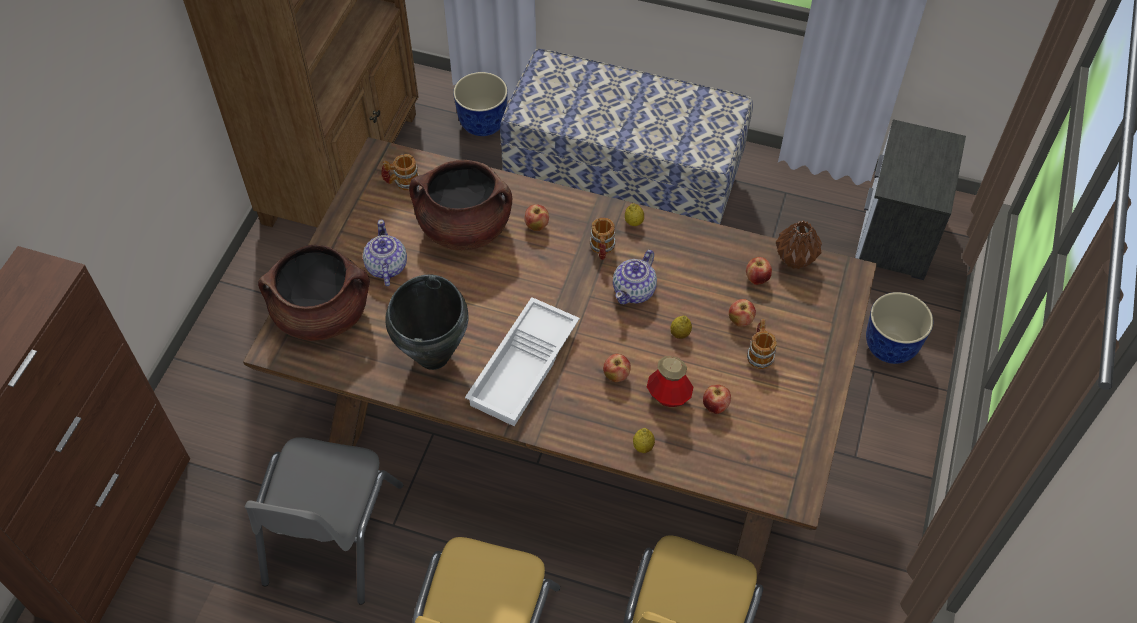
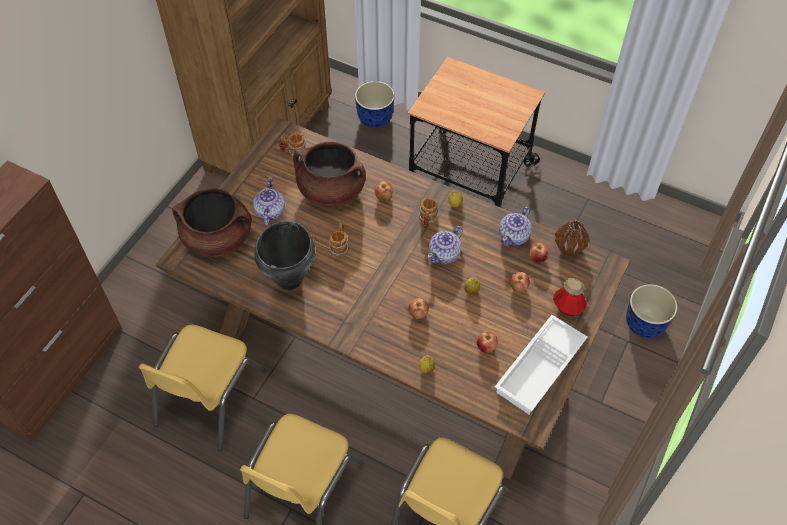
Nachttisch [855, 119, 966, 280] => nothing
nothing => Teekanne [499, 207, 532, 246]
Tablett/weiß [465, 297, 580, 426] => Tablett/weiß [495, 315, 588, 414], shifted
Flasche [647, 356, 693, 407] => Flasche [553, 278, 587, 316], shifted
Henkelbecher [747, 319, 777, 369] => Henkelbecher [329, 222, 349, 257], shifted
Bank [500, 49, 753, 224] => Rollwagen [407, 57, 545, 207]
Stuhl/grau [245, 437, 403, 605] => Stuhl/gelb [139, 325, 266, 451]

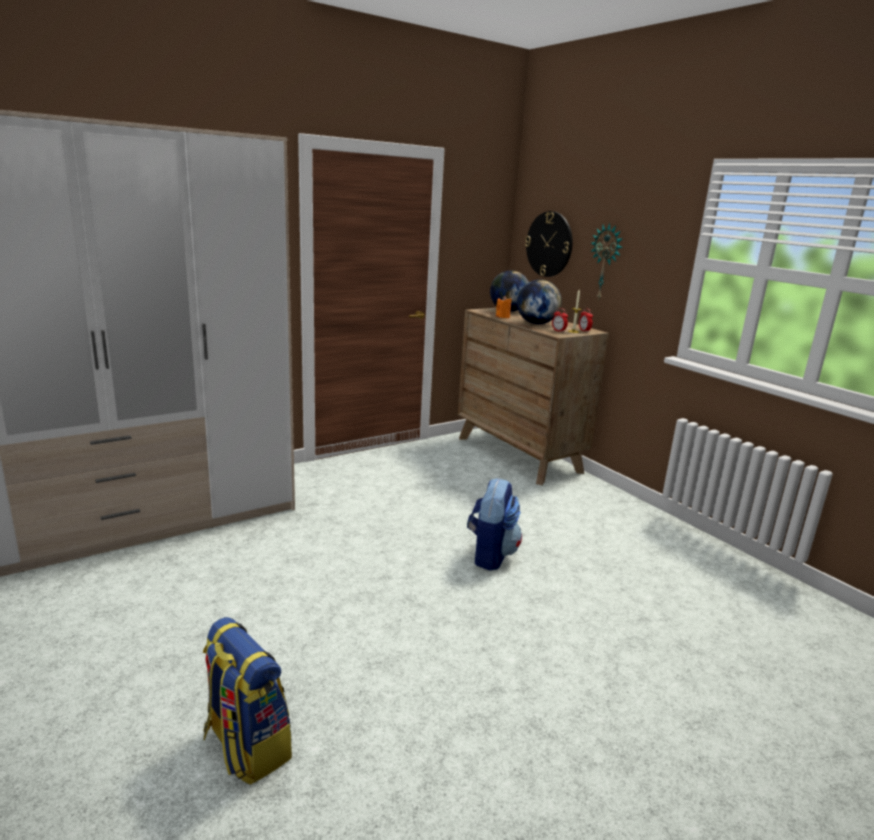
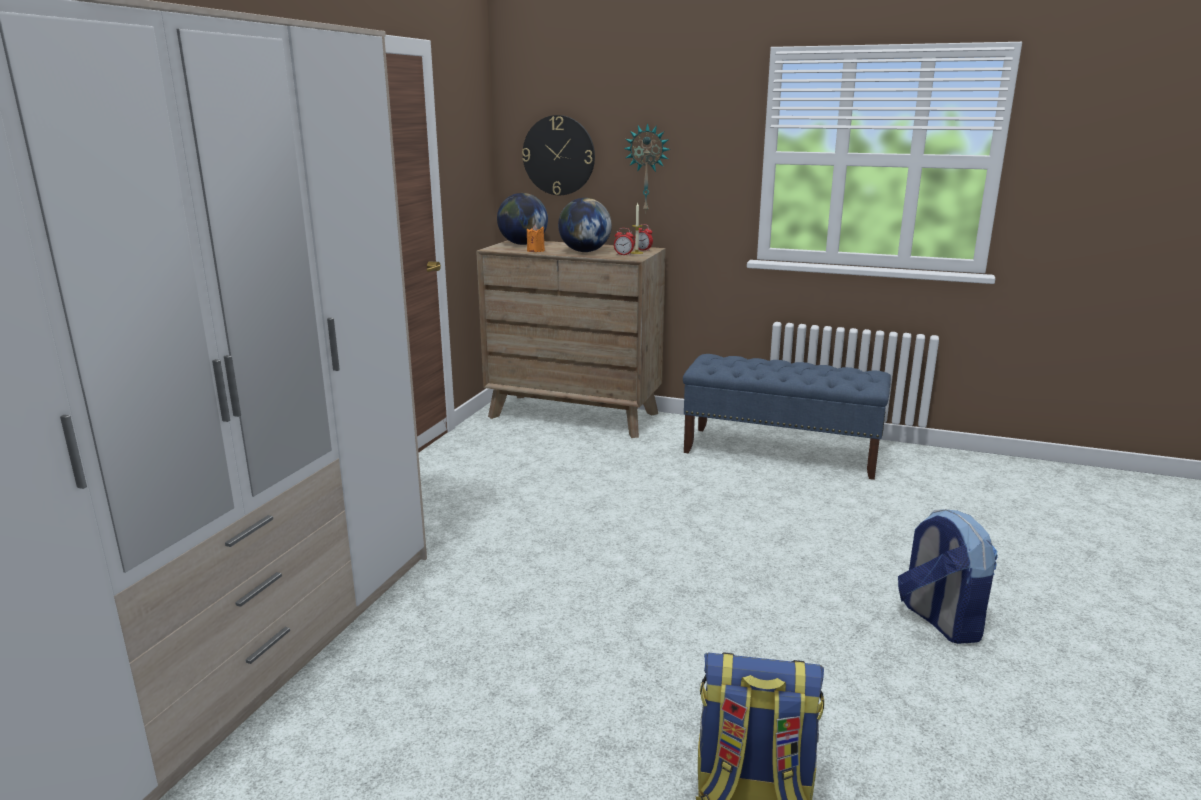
nothing => Bank/blau [683, 354, 891, 480]
Rucksack [467, 478, 522, 571] => Rucksack [898, 509, 998, 644], shifted

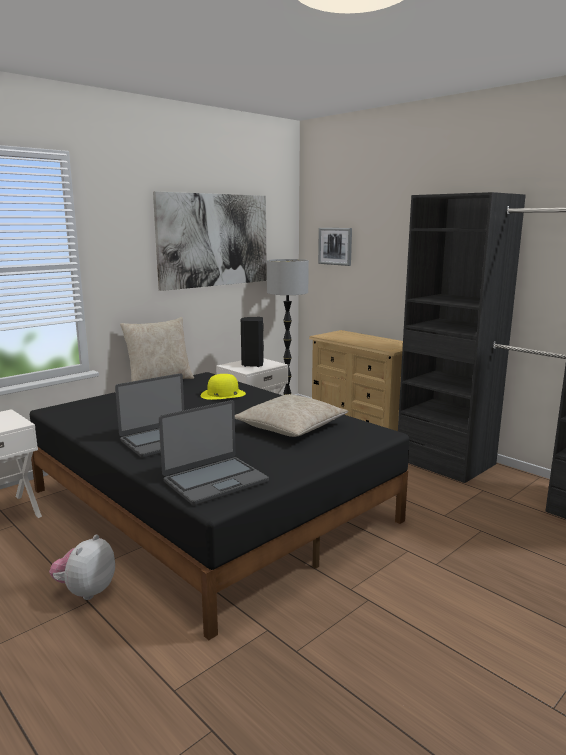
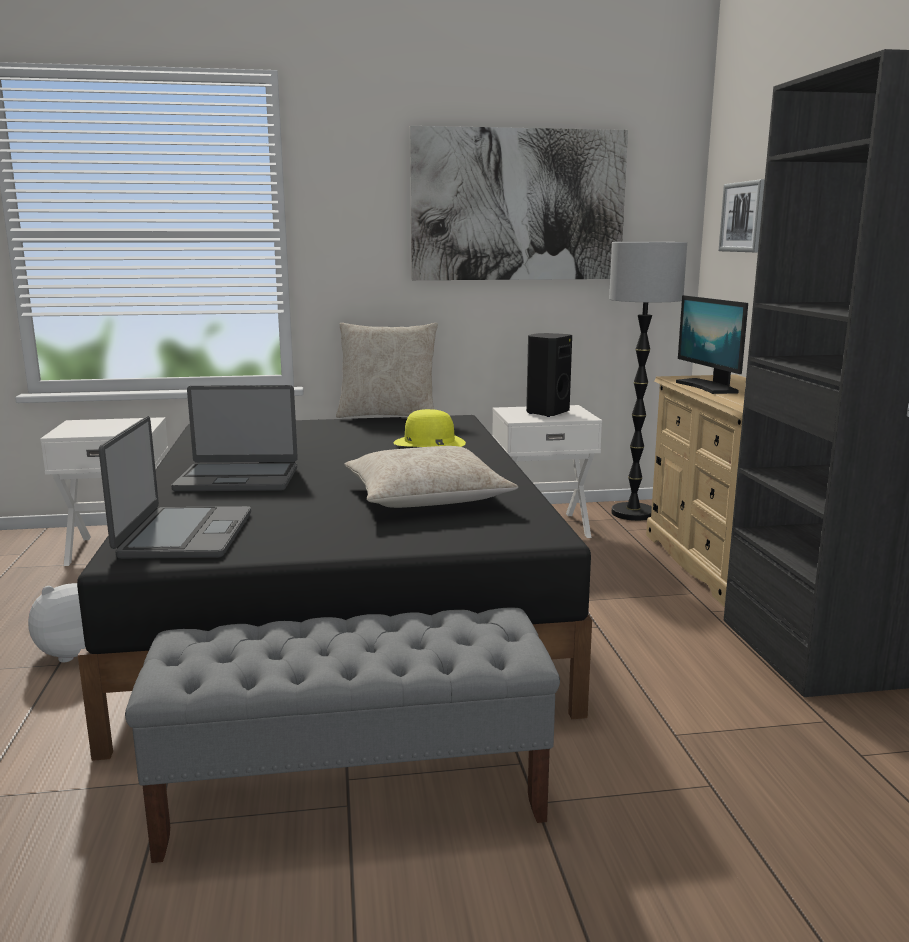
nothing => Bank/grau [125, 608, 560, 863]
nothing => Monitor [676, 295, 748, 394]
Laptop [159, 400, 269, 506] => Laptop [99, 416, 251, 559], 90 degrees counterclockwise

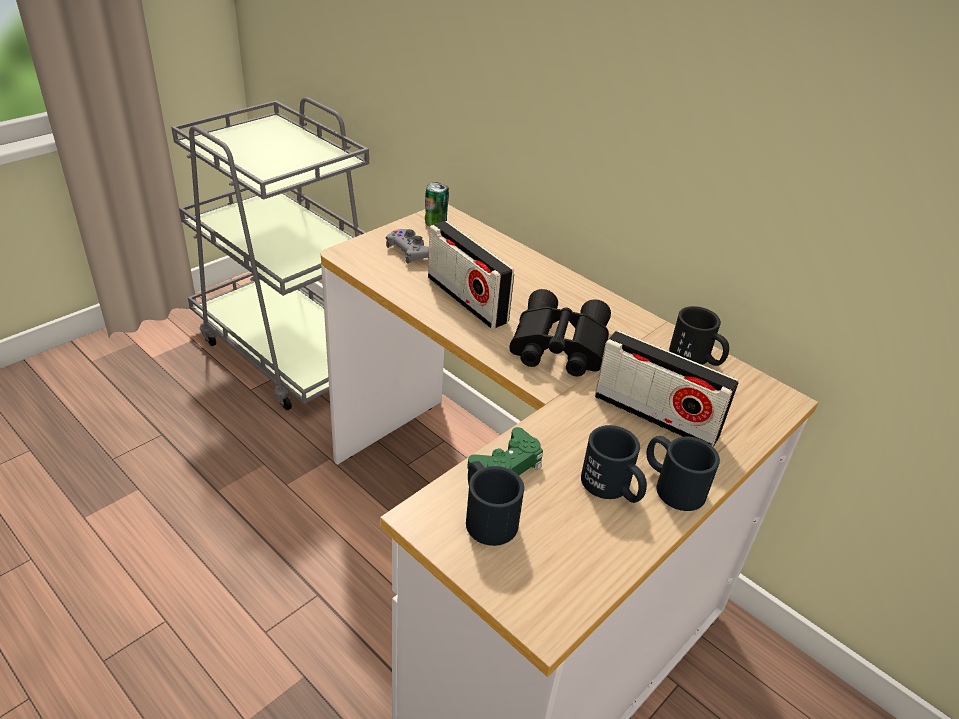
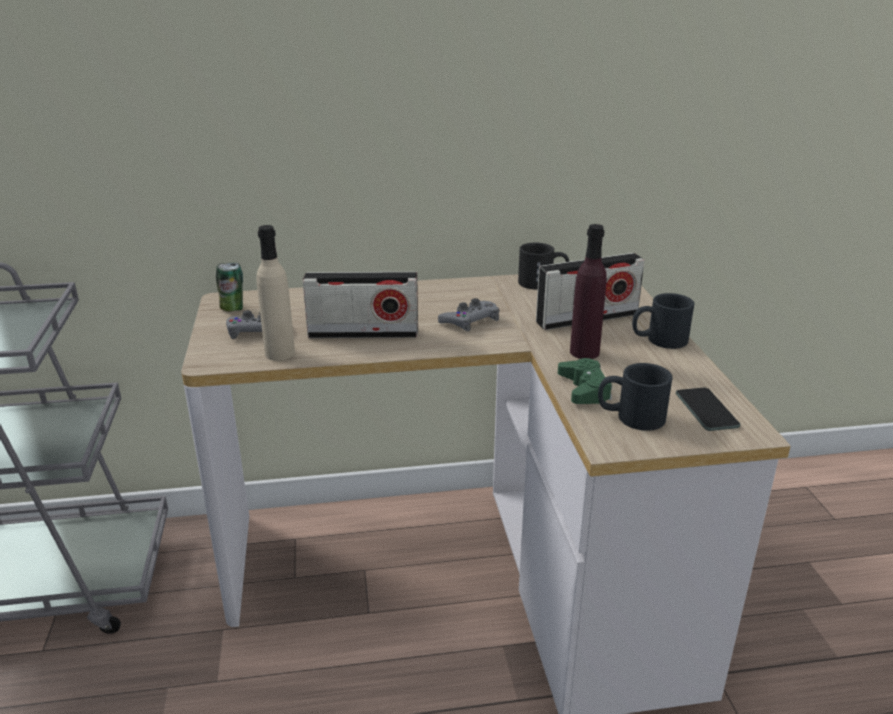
Henkelbecher/schwarz [581, 425, 647, 503] => nothing
nothing => Flasche/beige [257, 225, 295, 361]
nothing => Flasche/lila [570, 224, 607, 359]
nothing => Handy [676, 388, 740, 431]
Fernglas/schwarz [509, 289, 611, 376] => Gamepad/grau [438, 298, 500, 332]

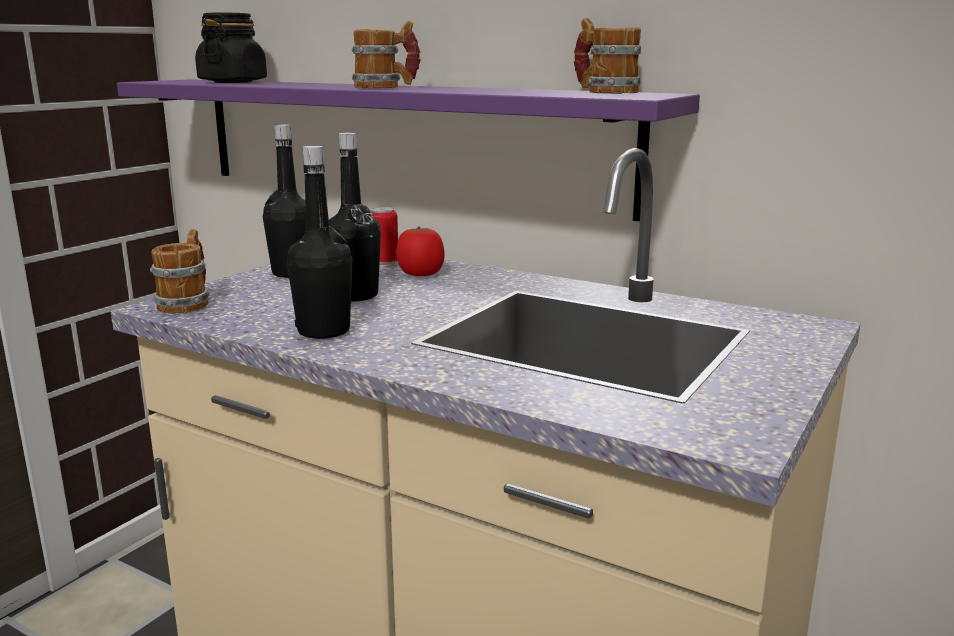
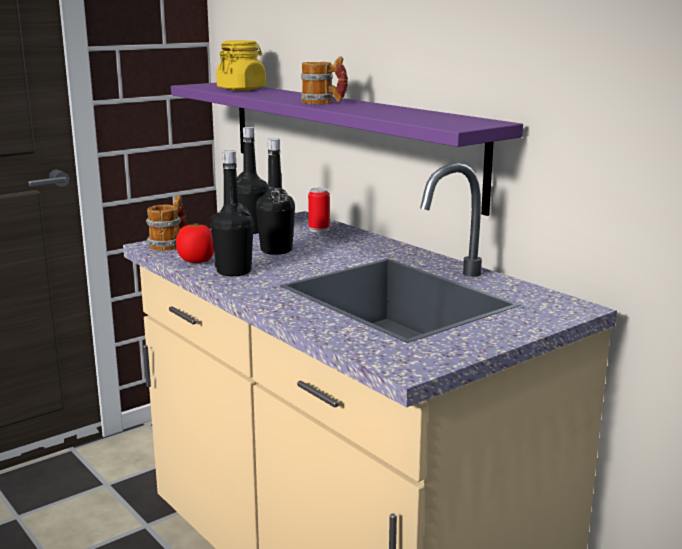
Henkelbecher [574, 18, 641, 94] => nothing
Tomate [396, 227, 445, 276] => Tomate [176, 223, 214, 263], shifted
Vorratsglas/schwarz [195, 13, 267, 83] => Vorratsglas/gelb [216, 40, 266, 91]

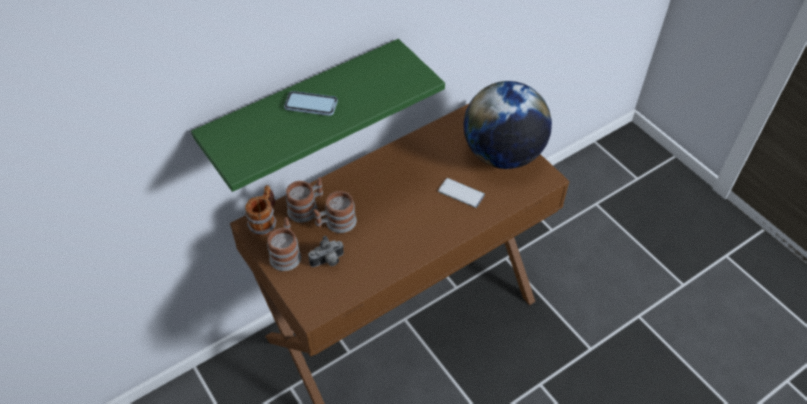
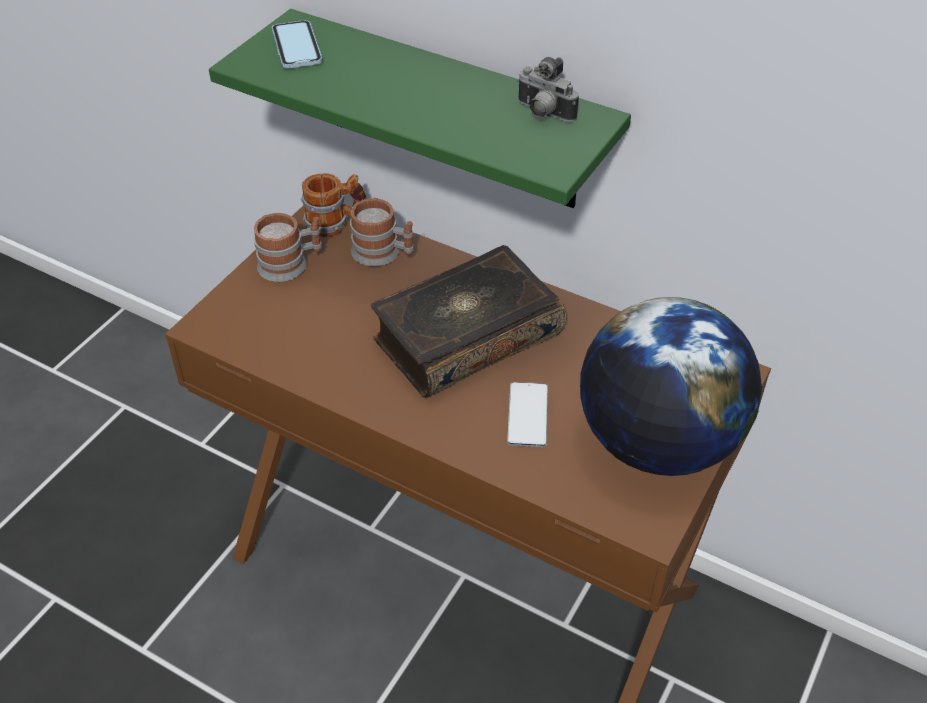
Henkelbecher [314, 191, 357, 233] => nothing
nothing => Buch [371, 245, 566, 398]
Handy [284, 91, 338, 116] => Handy [272, 20, 322, 69], shifted
Kamera [308, 236, 344, 267] => Kamera [517, 57, 579, 122], shifted

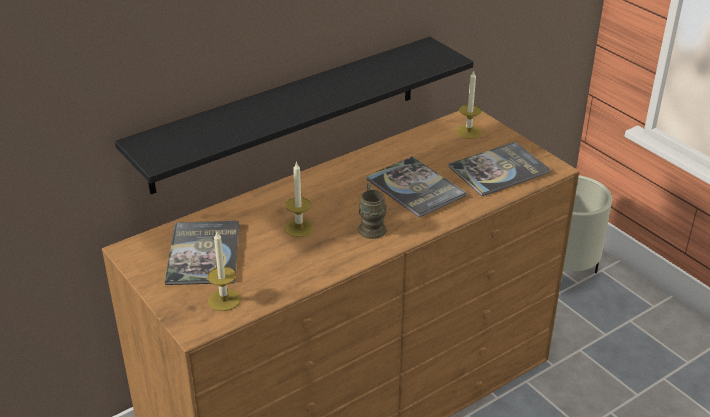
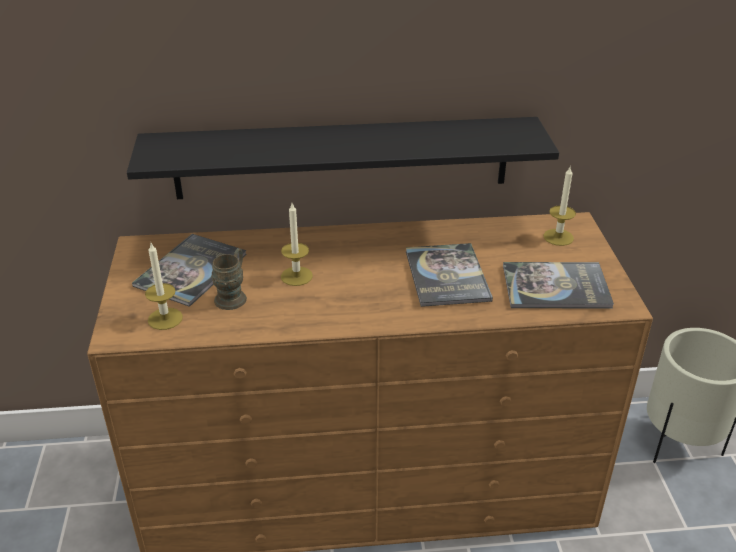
Henkelbecher/braun [358, 184, 387, 239] => Henkelbecher/braun [211, 248, 247, 310], shifted

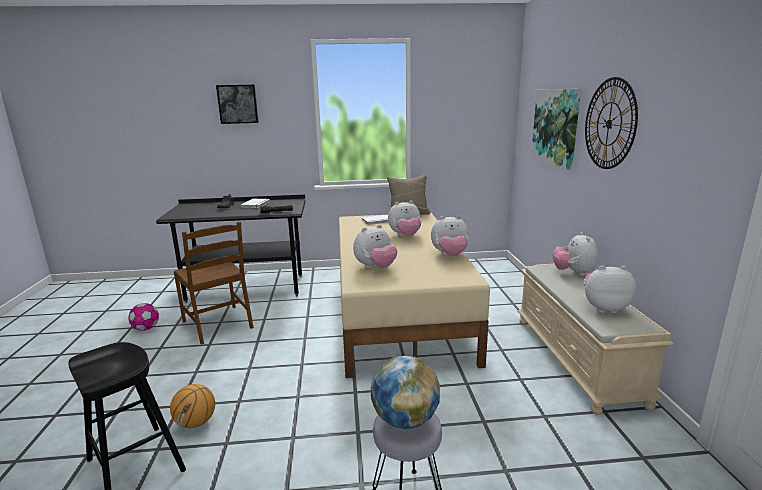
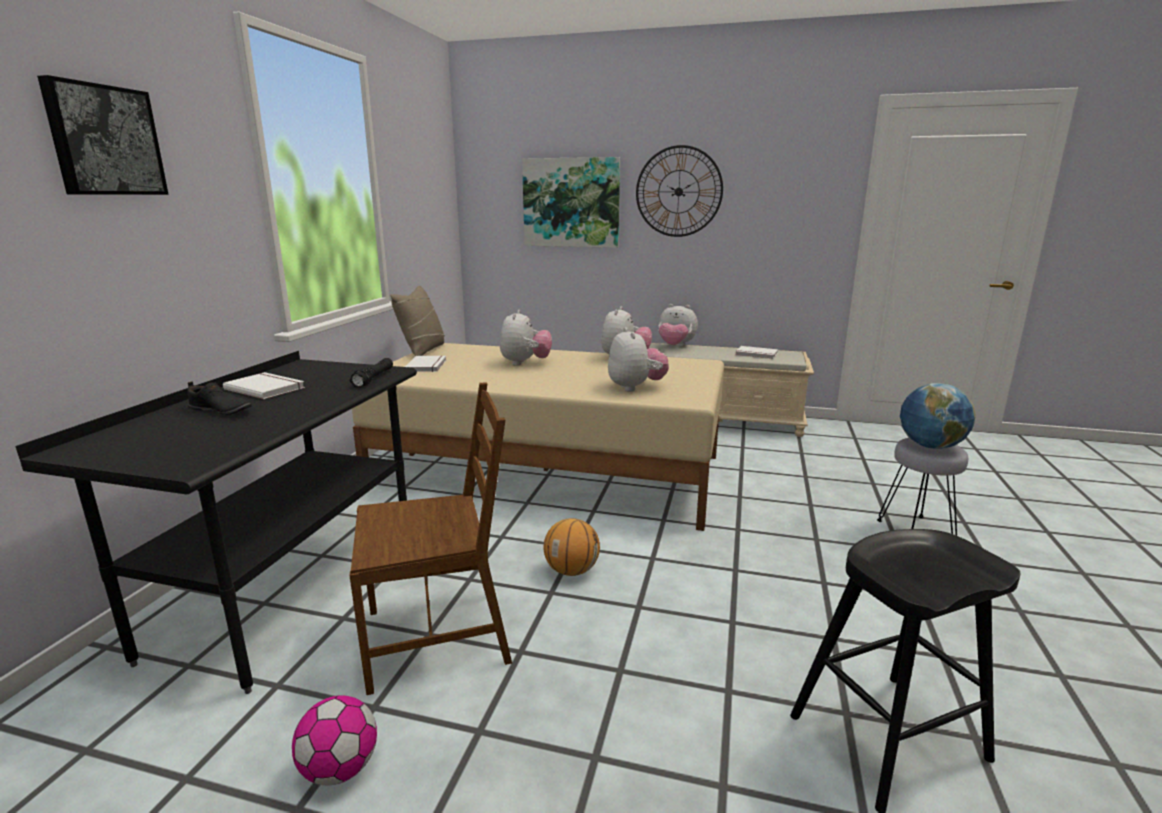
Basketball [170, 384, 215, 428] => Basketball [544, 518, 600, 576], shifted
Plüschtier [584, 265, 636, 313] => Buch/weiß [735, 346, 778, 359]

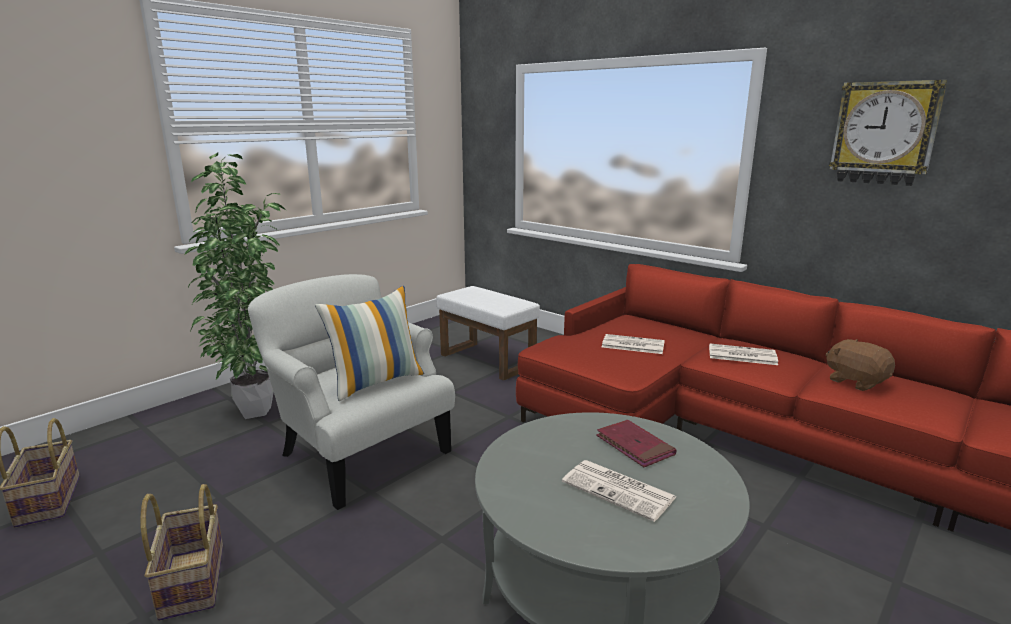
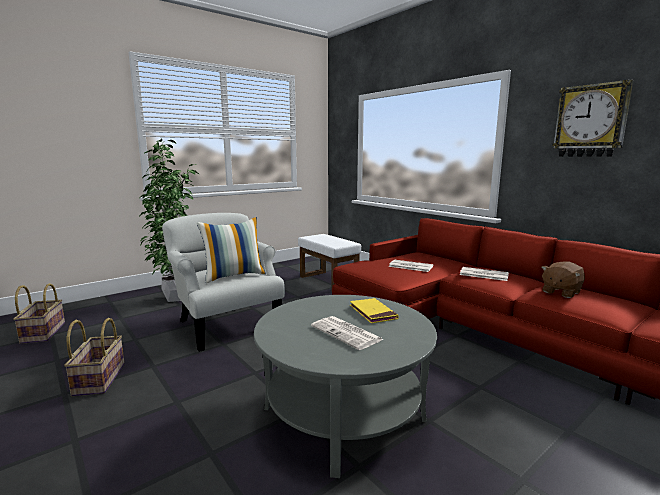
Buch/rot [596, 420, 677, 467] => Buch/gelb [350, 298, 399, 323]
Plüschtier/braun [826, 339, 895, 391] => Plüschtier/braun [541, 261, 585, 298], 105 degrees counterclockwise

